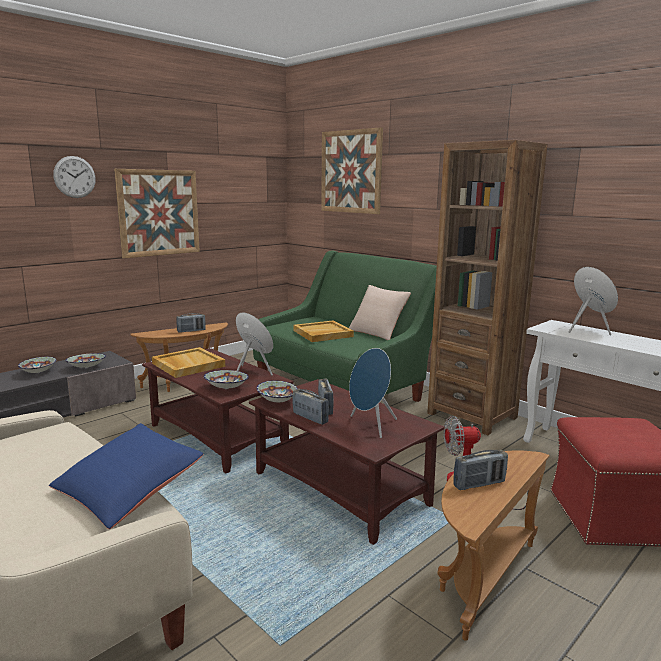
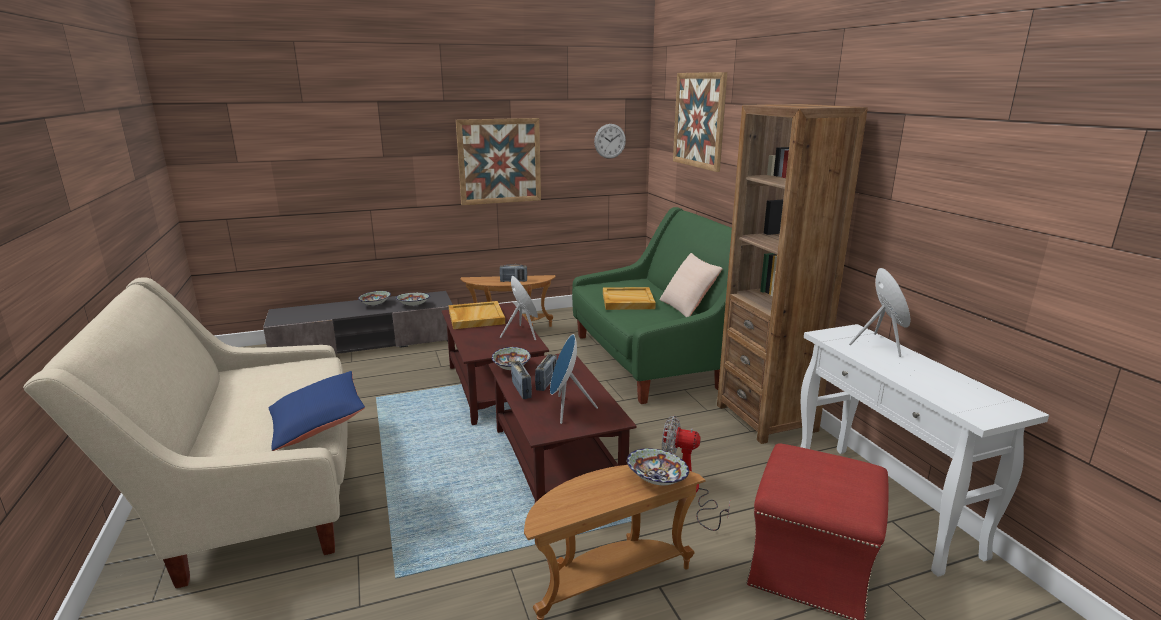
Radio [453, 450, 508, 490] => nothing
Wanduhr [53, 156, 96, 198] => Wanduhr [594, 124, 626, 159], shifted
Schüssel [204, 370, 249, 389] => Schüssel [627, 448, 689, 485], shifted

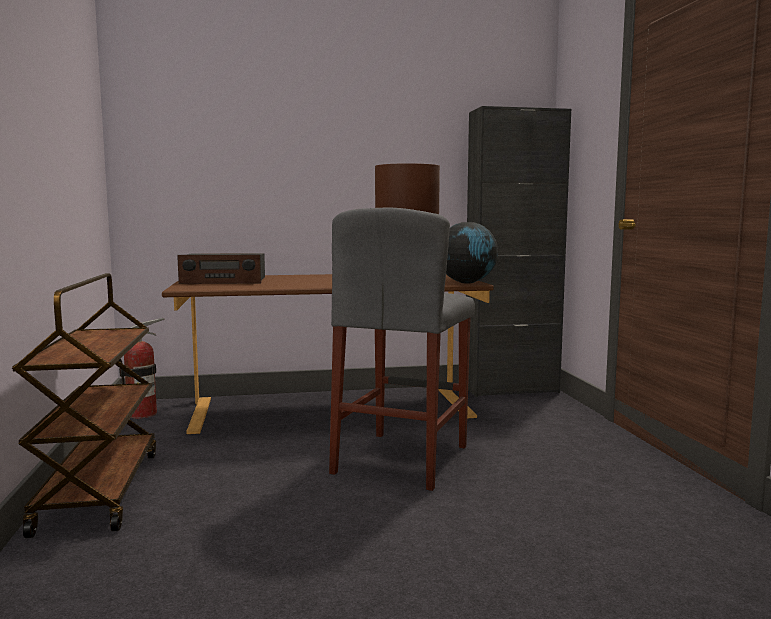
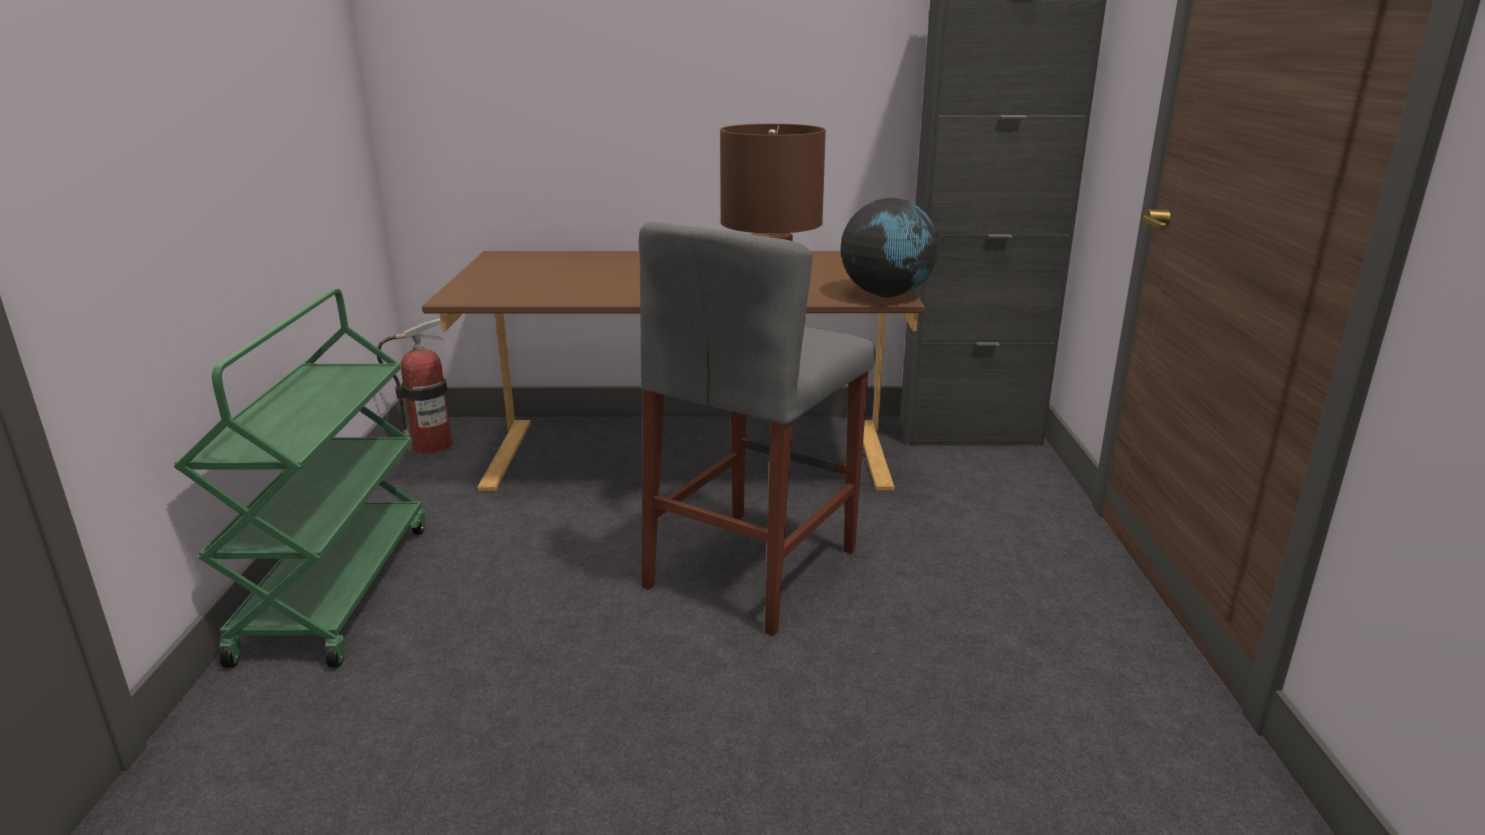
Radio [177, 253, 265, 284] => nothing
Rollwagen/braun [12, 273, 156, 538] => Rollwagen/grün [174, 289, 426, 668]

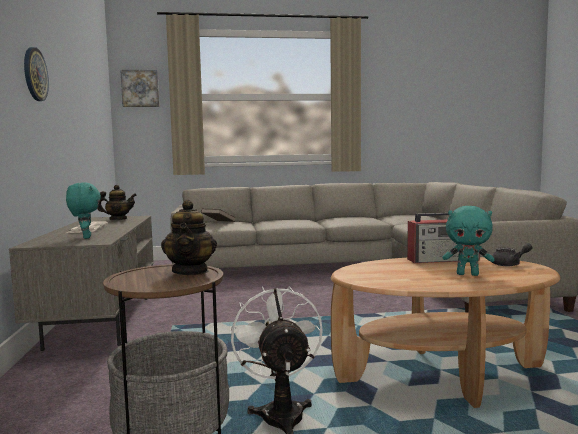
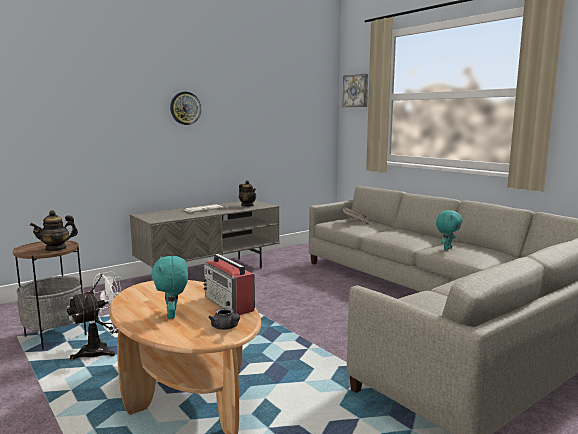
Plüschtier/türkis [66, 182, 101, 239] => Plüschtier/türkis [436, 210, 463, 250], shifted

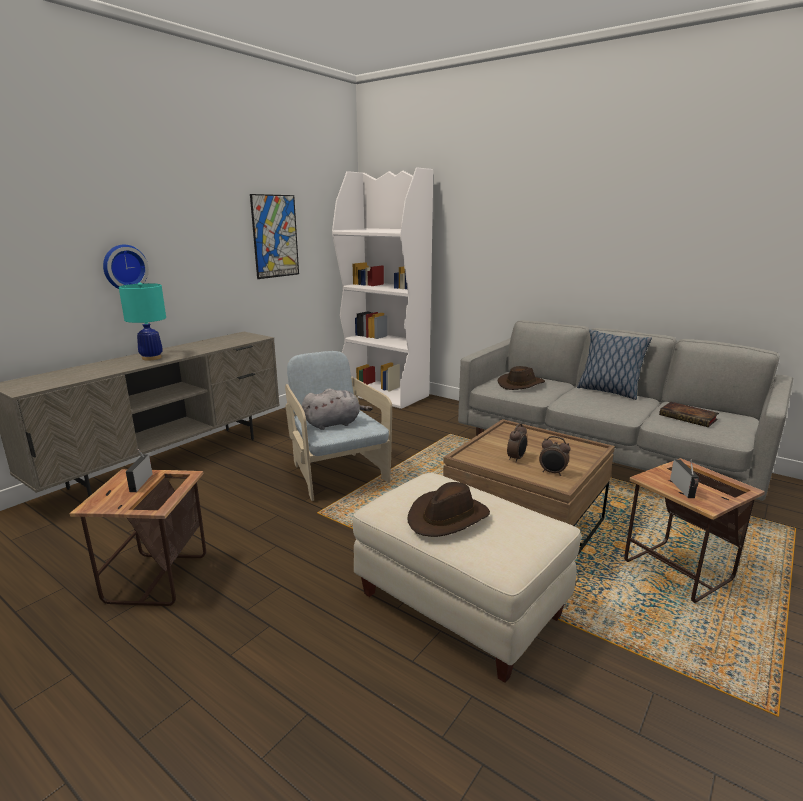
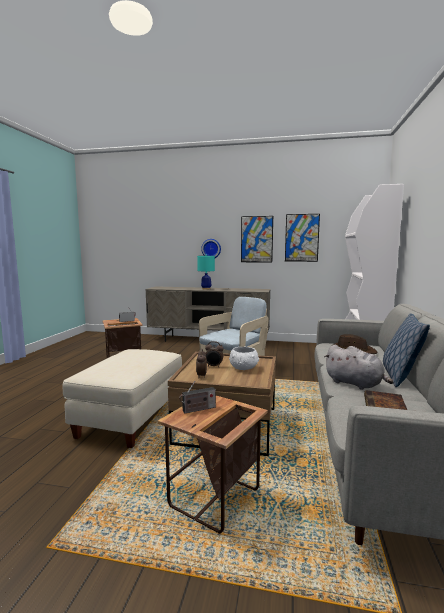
Hut/braun [408, 482, 490, 537] => nothing
nothing => Schüssel/weiß [229, 347, 259, 370]
nothing => Bild [241, 216, 273, 263]
Plüschtier/grau [302, 389, 373, 430] => Plüschtier/grau [324, 345, 393, 390], shifted

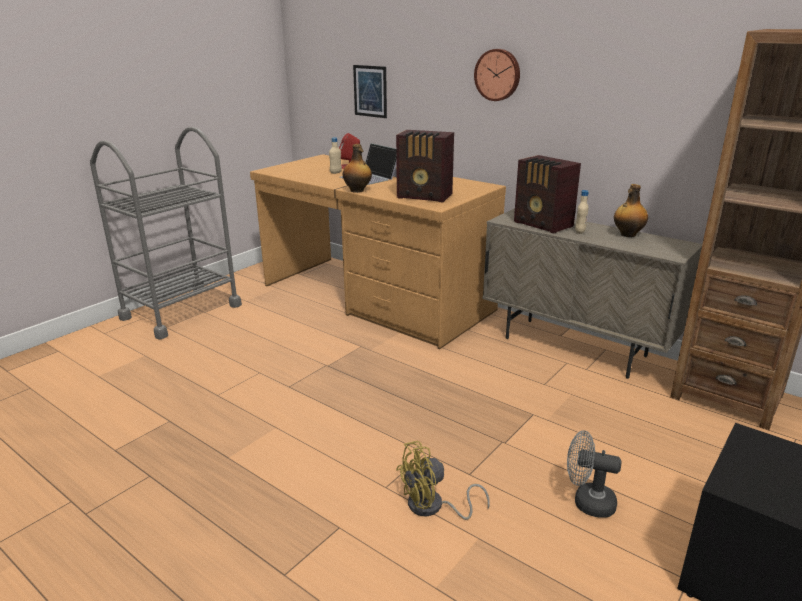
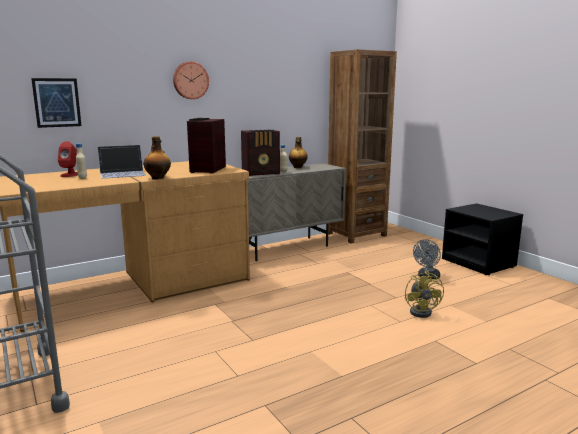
Radio [396, 130, 454, 203] => Radio [187, 118, 226, 174], 150 degrees clockwise

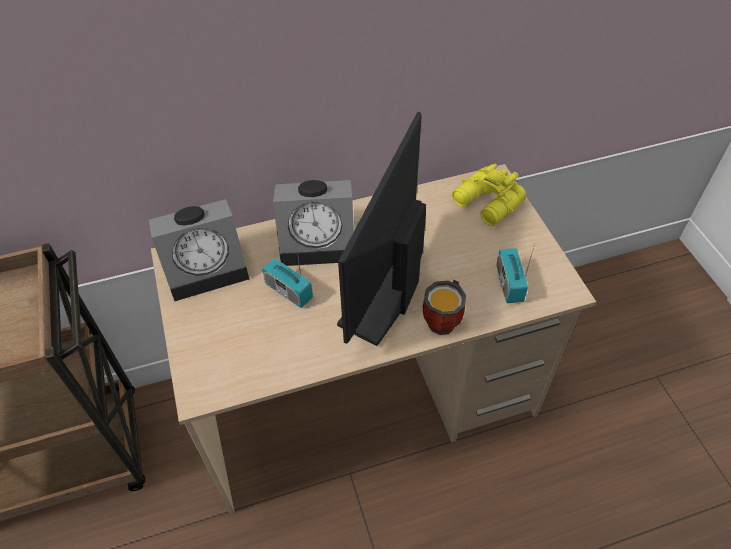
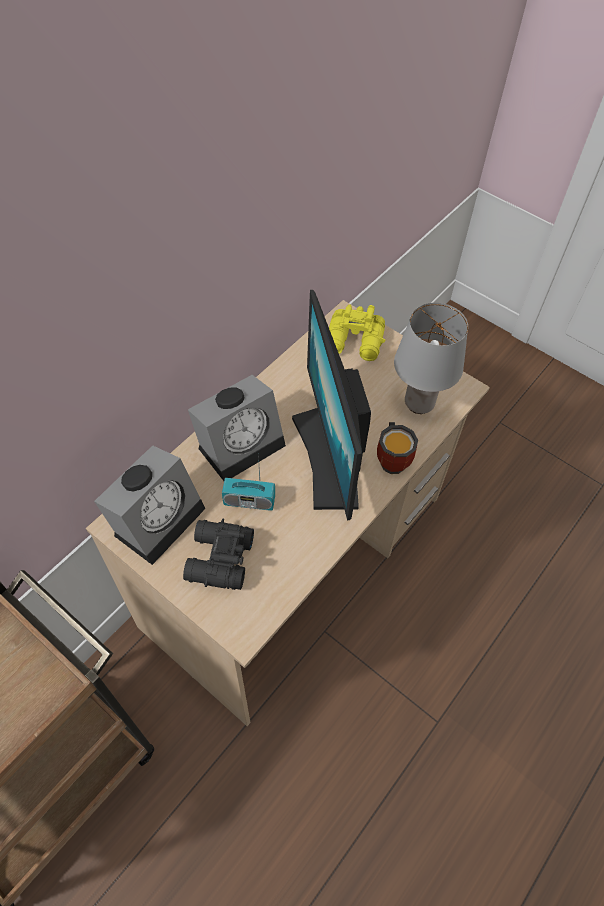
nothing => Fernglas/schwarz [183, 518, 254, 590]
Radio [496, 244, 535, 303] => Tischlampe/grau [394, 303, 468, 414]

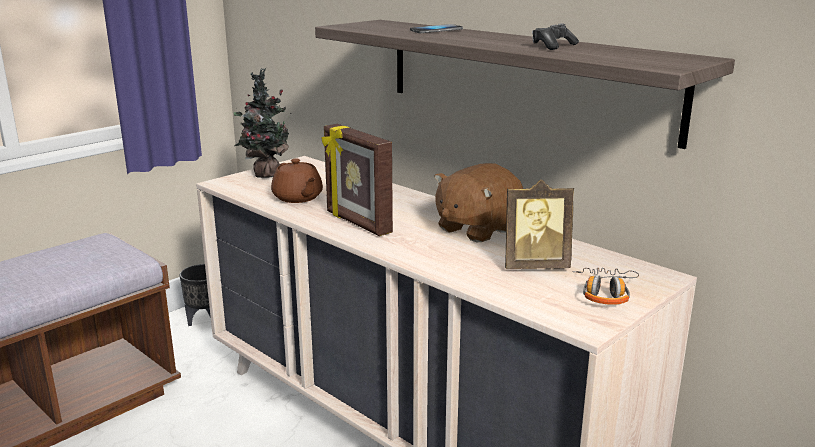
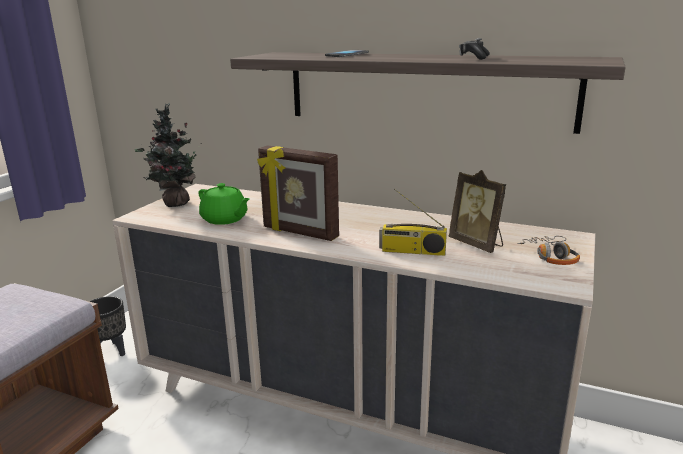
Plüschtier/braun [434, 163, 523, 243] => nothing
nothing => Radio [379, 189, 447, 256]
Teekanne/braun [271, 158, 323, 203] => Teekanne/grün [199, 183, 250, 225]
Bilderrahmen [505, 179, 574, 269] => Bilderrahmen [449, 170, 506, 253], 75 degrees clockwise

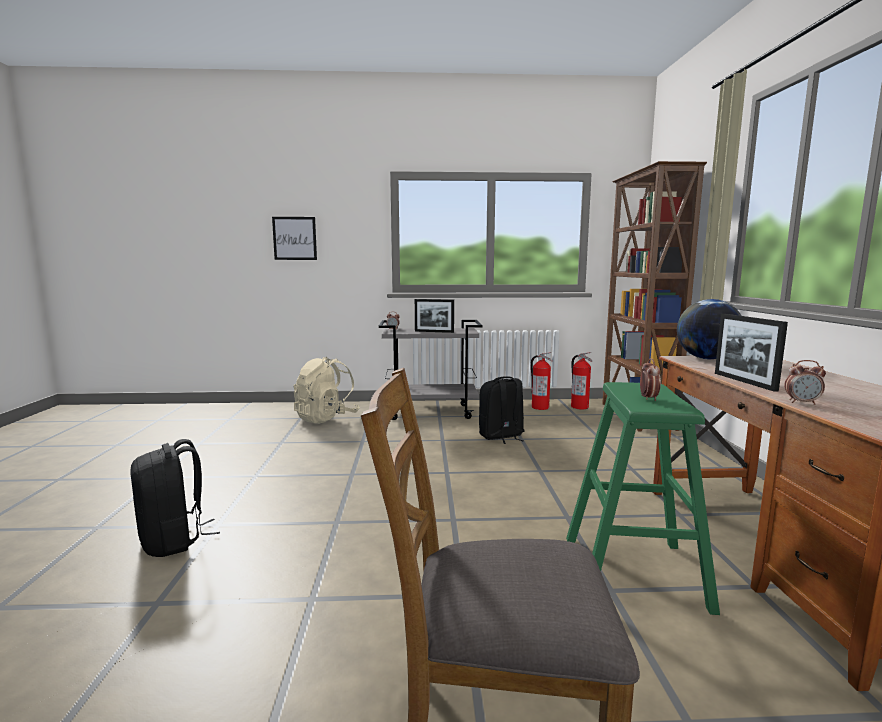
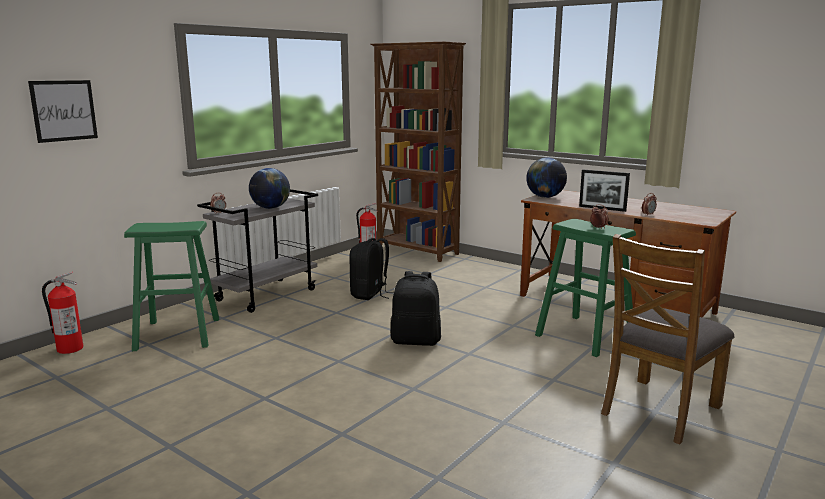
Rucksack/schwarz [130, 439, 220, 557] => Rucksack/schwarz [391, 271, 441, 346], shifted
Feuerlöscher [531, 352, 553, 410] => Feuerlöscher [42, 272, 84, 354], shifted
Rucksack/beige [294, 357, 360, 424] => Hocker/grün [124, 221, 219, 351]
Bilderrahmen [415, 299, 454, 333] => Globus [249, 168, 290, 209]

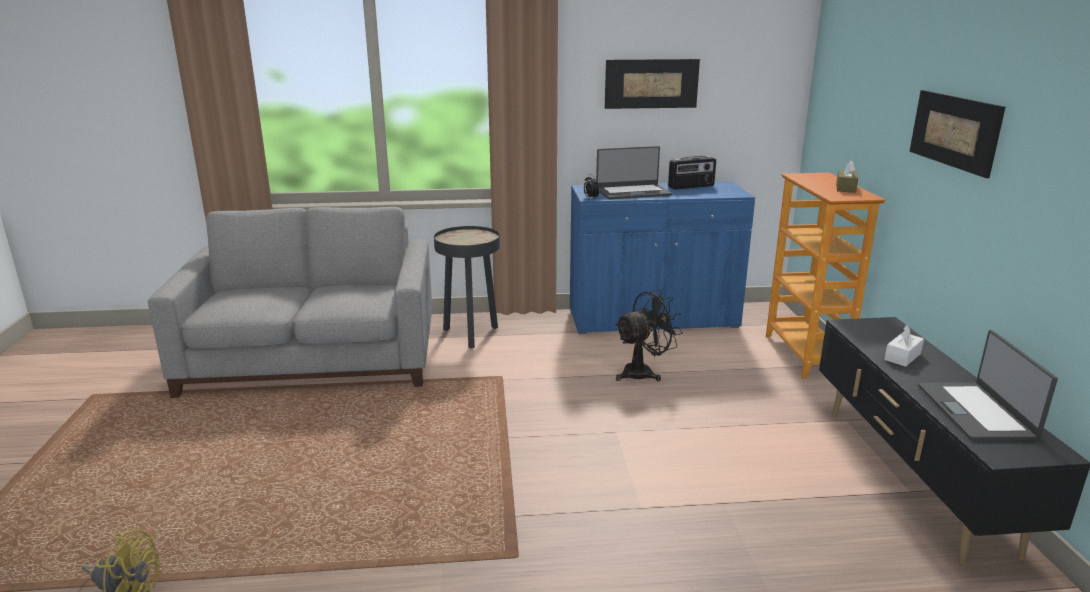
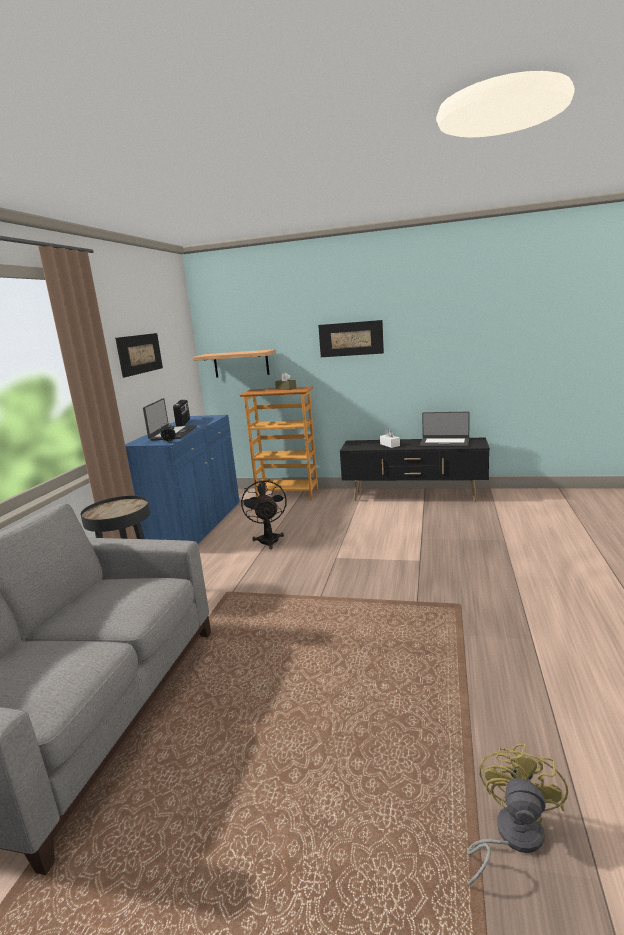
nothing => Wandregal [193, 349, 276, 378]

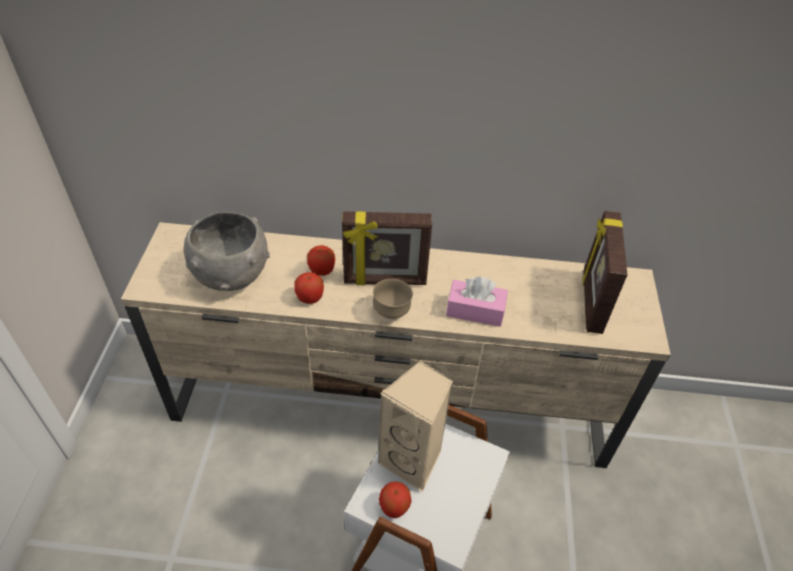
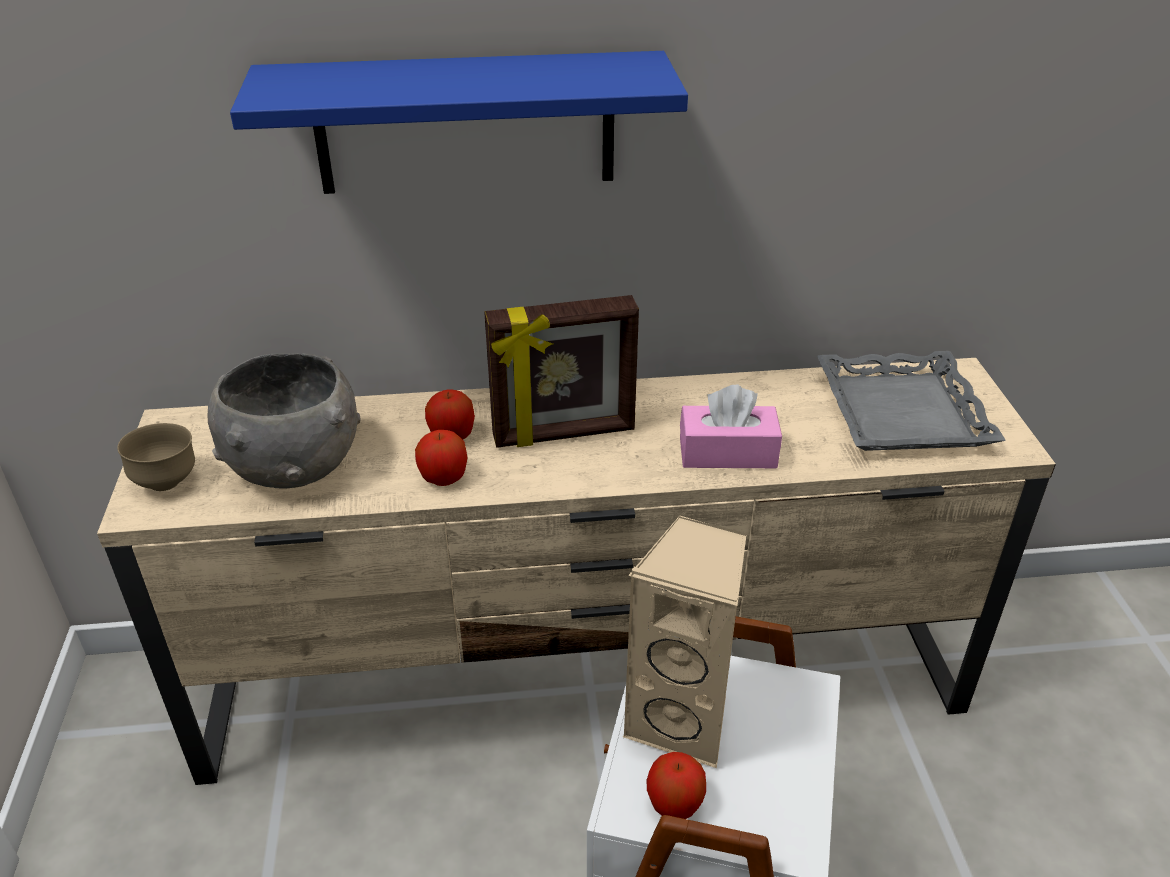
nothing => Wandregal/blau [230, 51, 688, 194]
Schüssel/braun [373, 279, 413, 319] => Schüssel/braun [117, 423, 195, 491], shifted
Bilderrahmen [583, 211, 628, 334] => Tablett/grau [817, 351, 1006, 451]

